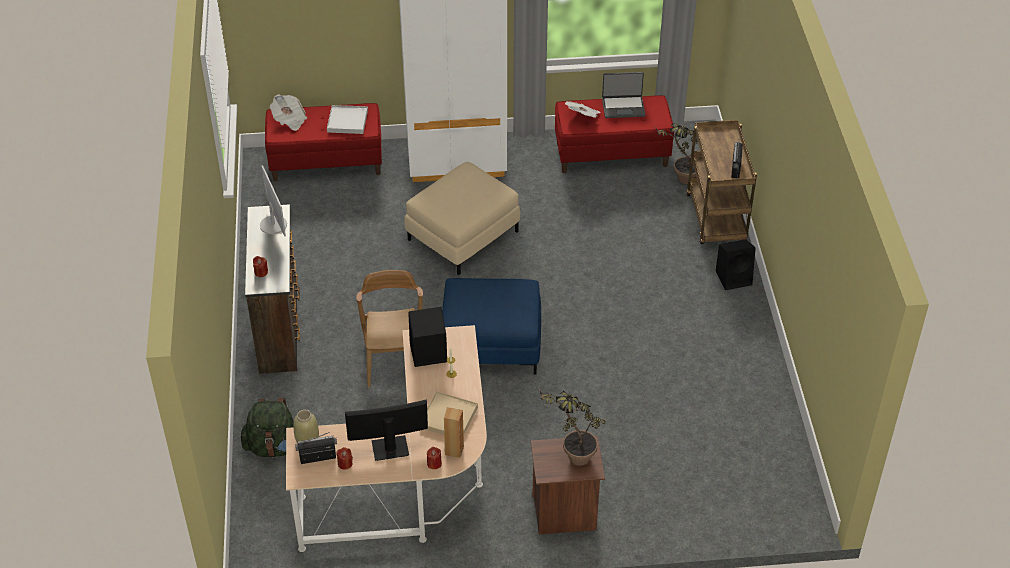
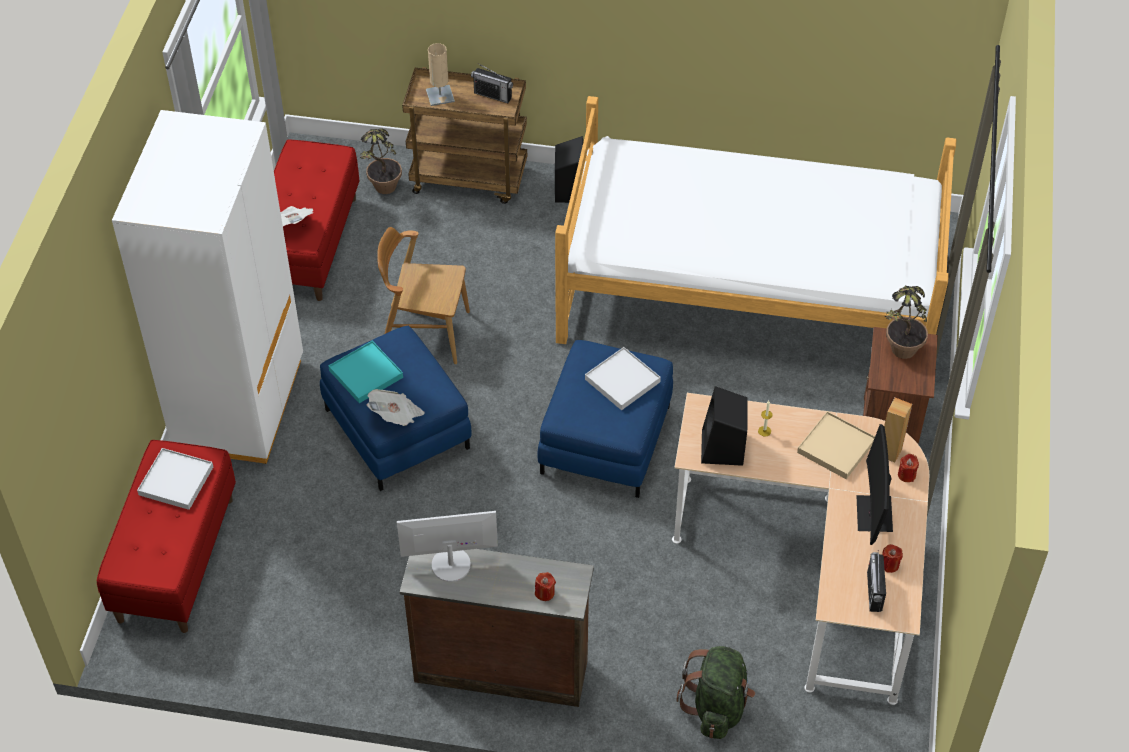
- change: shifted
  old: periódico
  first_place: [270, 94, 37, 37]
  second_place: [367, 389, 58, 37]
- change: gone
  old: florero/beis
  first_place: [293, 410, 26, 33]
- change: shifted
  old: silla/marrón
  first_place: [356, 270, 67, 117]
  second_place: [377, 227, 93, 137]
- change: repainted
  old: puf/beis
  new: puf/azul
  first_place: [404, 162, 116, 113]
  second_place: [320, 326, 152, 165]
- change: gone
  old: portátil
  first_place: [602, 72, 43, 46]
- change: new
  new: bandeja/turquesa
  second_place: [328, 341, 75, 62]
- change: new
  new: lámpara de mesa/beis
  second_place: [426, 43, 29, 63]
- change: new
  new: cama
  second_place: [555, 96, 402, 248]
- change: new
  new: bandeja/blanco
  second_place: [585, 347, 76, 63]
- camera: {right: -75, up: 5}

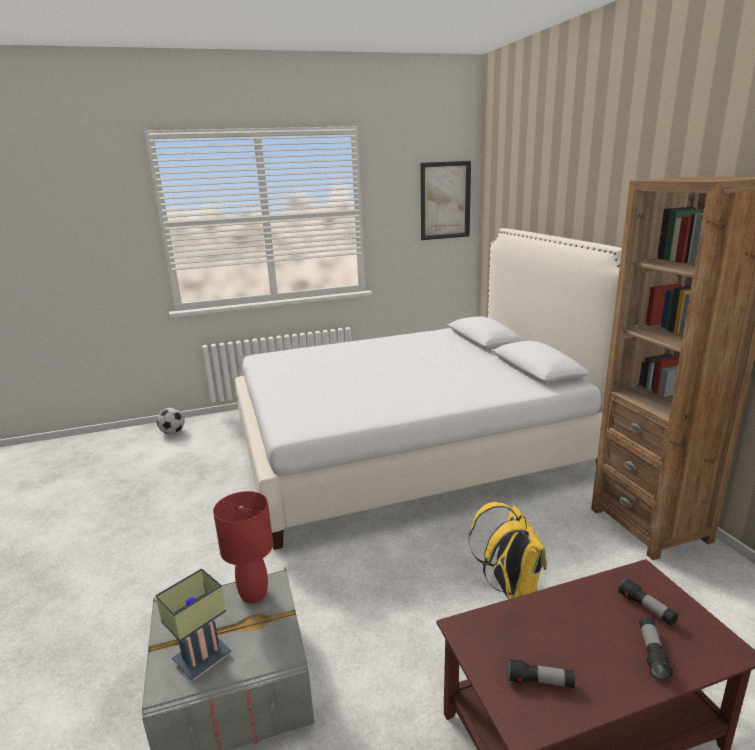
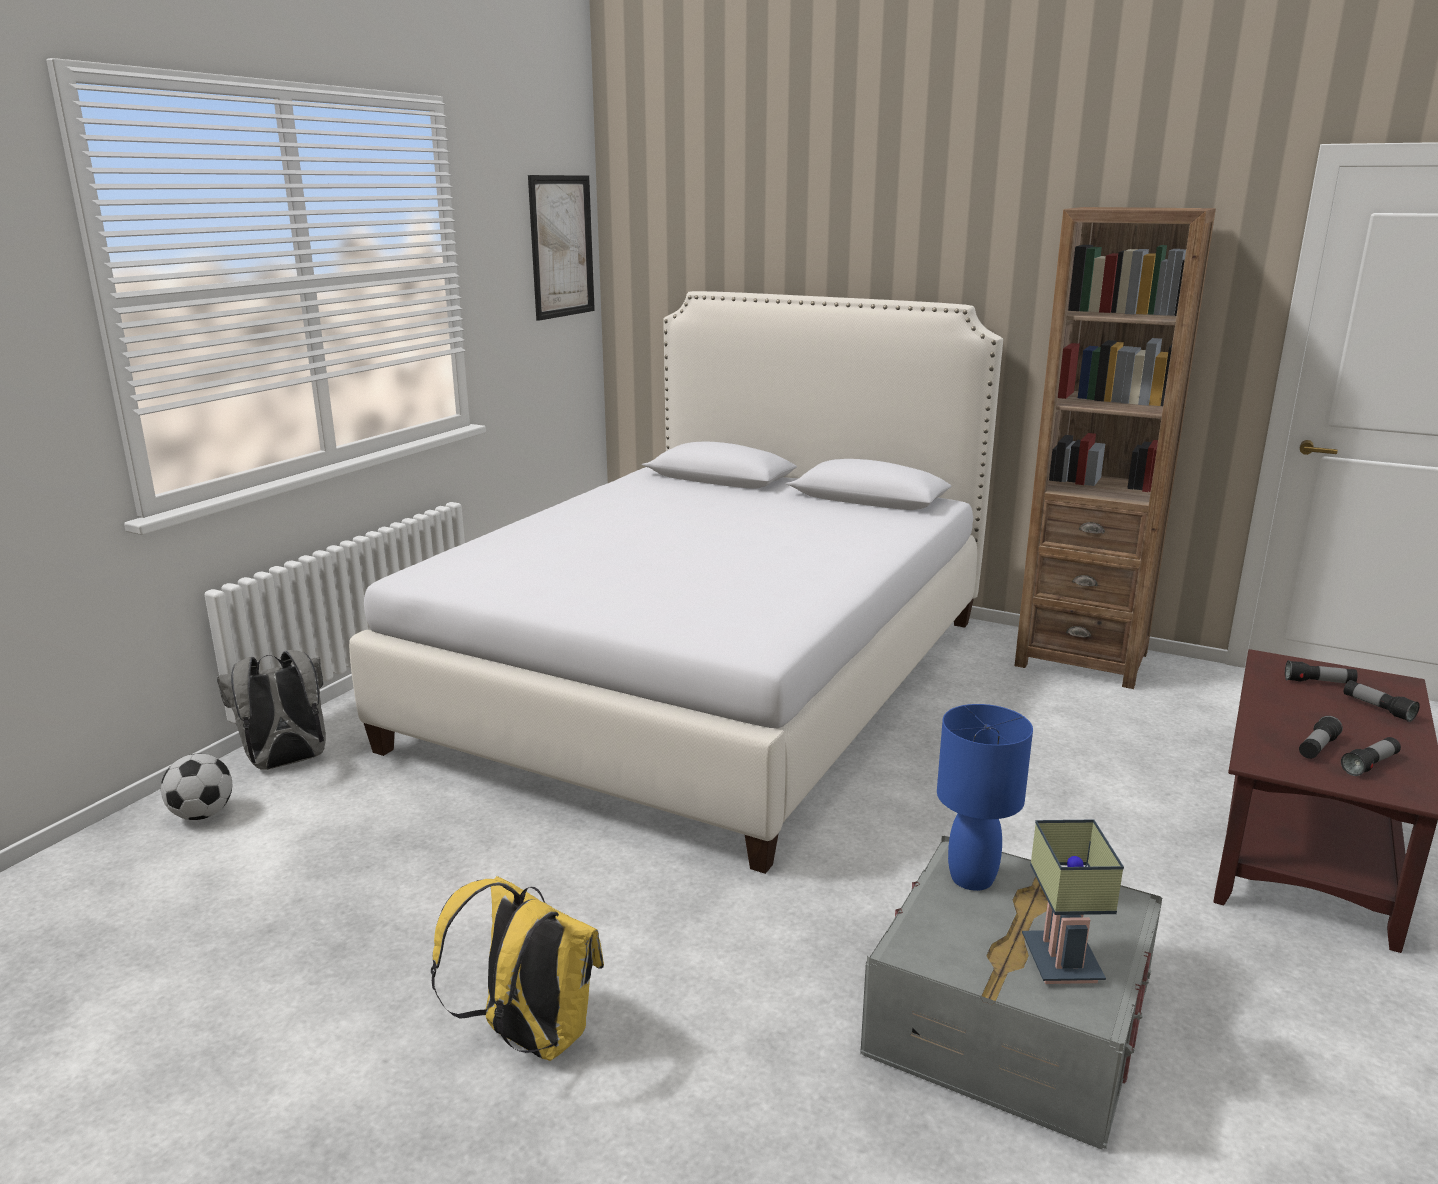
- change: repainted
  old: lámpara de mesa/rojo
  new: lámpara de mesa/azul
  first_place: [213, 491, 60, 112]
  second_place: [937, 704, 96, 187]
- change: shifted
  old: mochila/amarillo
  first_place: [469, 502, 77, 97]
  second_place: [431, 876, 173, 185]
- change: new
  new: mochila/gris
  second_place: [217, 650, 109, 120]
- change: new
  new: linterna
  second_place: [1299, 716, 44, 43]
- camera: {right: -45, up: 0}

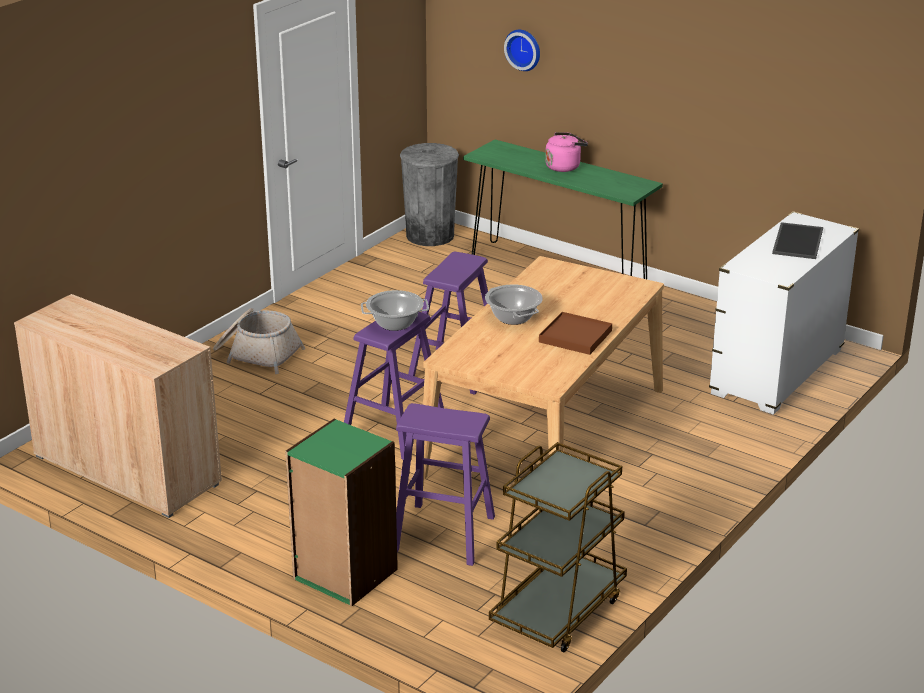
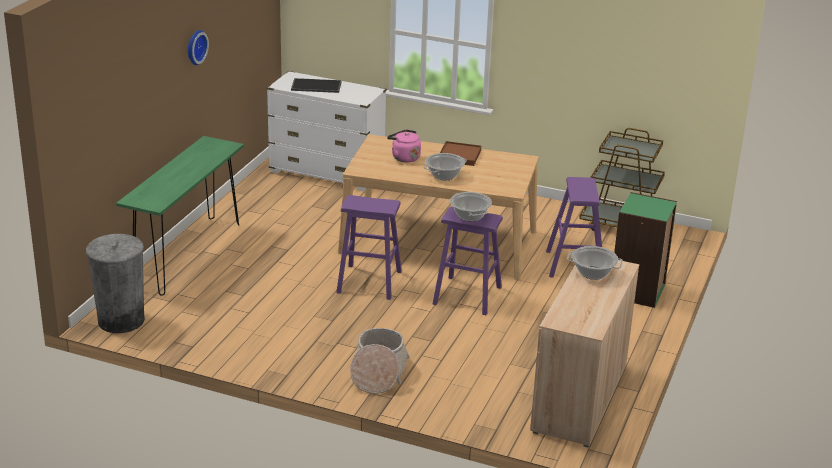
- change: shifted
  old: reloj de pared
  first_place: [504, 30, 36, 41]
  second_place: [188, 30, 21, 35]
- change: shifted
  old: hervidor/rosa
  first_place: [545, 132, 43, 40]
  second_place: [387, 129, 34, 33]
- change: new
  new: olla
  second_place: [567, 246, 56, 34]
- camera: {right: -105, up: 0}

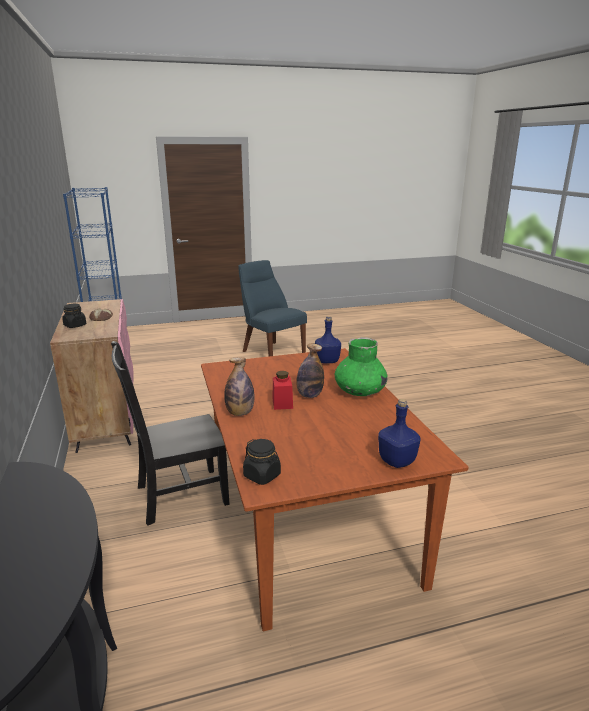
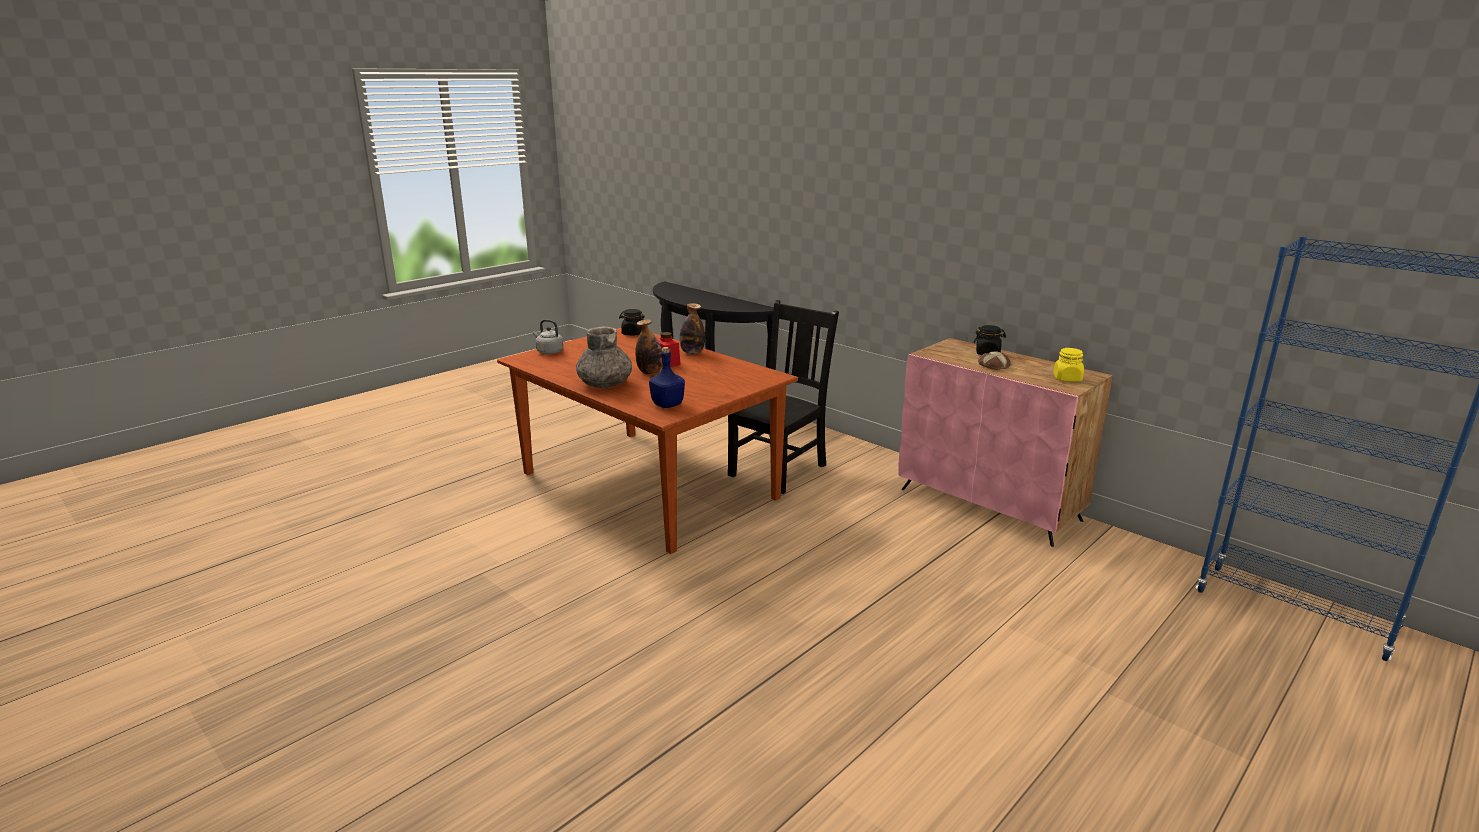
- change: gone
  old: silla/azul
  first_place: [238, 260, 69, 96]
- change: repainted
  old: florero/verde
  new: florero/gris
  first_place: [335, 337, 53, 59]
  second_place: [576, 326, 56, 62]
- change: swapped
  old: botella/azul
  new: hervidor/gris
  first_place: [378, 399, 43, 69]
  second_place: [533, 319, 31, 35]
- change: new
  new: tarro/amarillo
  second_place: [1053, 348, 31, 34]
- camera: {right: 150, up: 0}

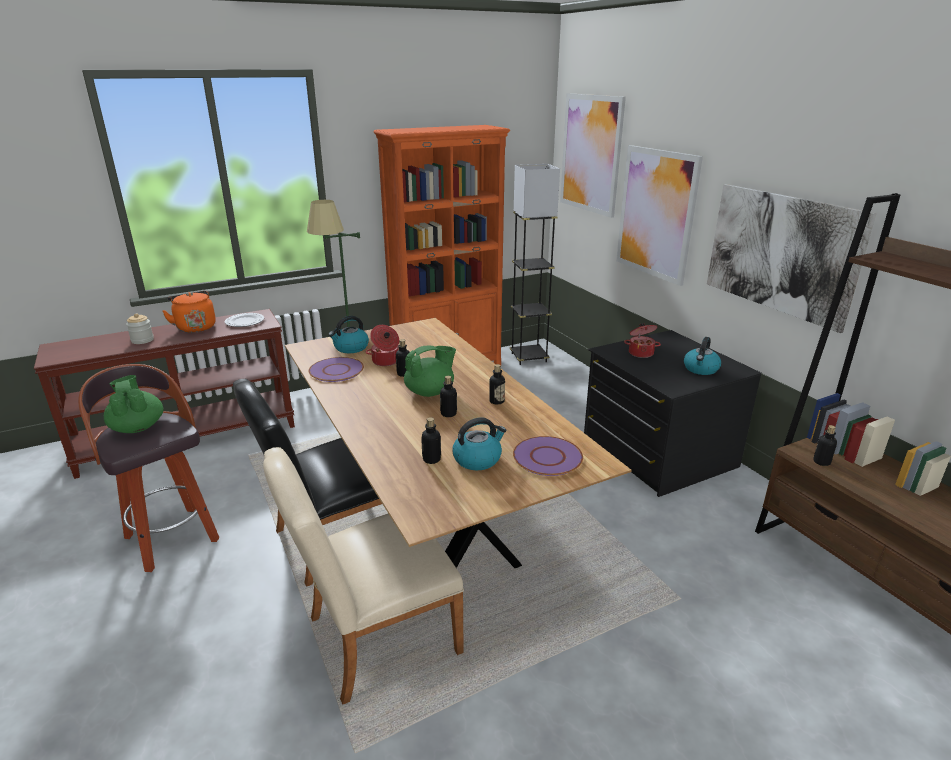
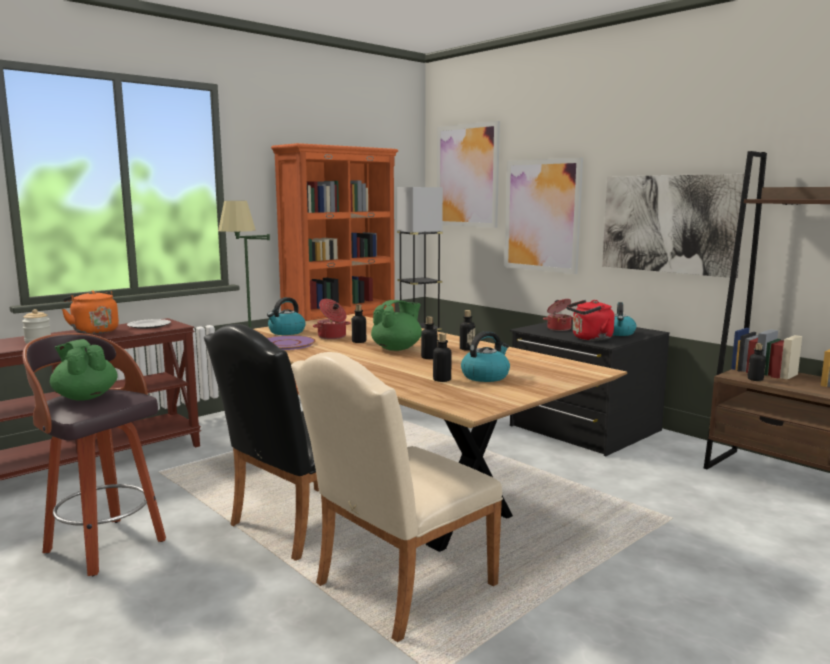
- change: gone
  old: plato/morado
  first_place: [513, 436, 70, 40]
- change: new
  new: hervidor/rojo
  second_place: [566, 300, 49, 41]
- camera: {right: -15, up: -15}

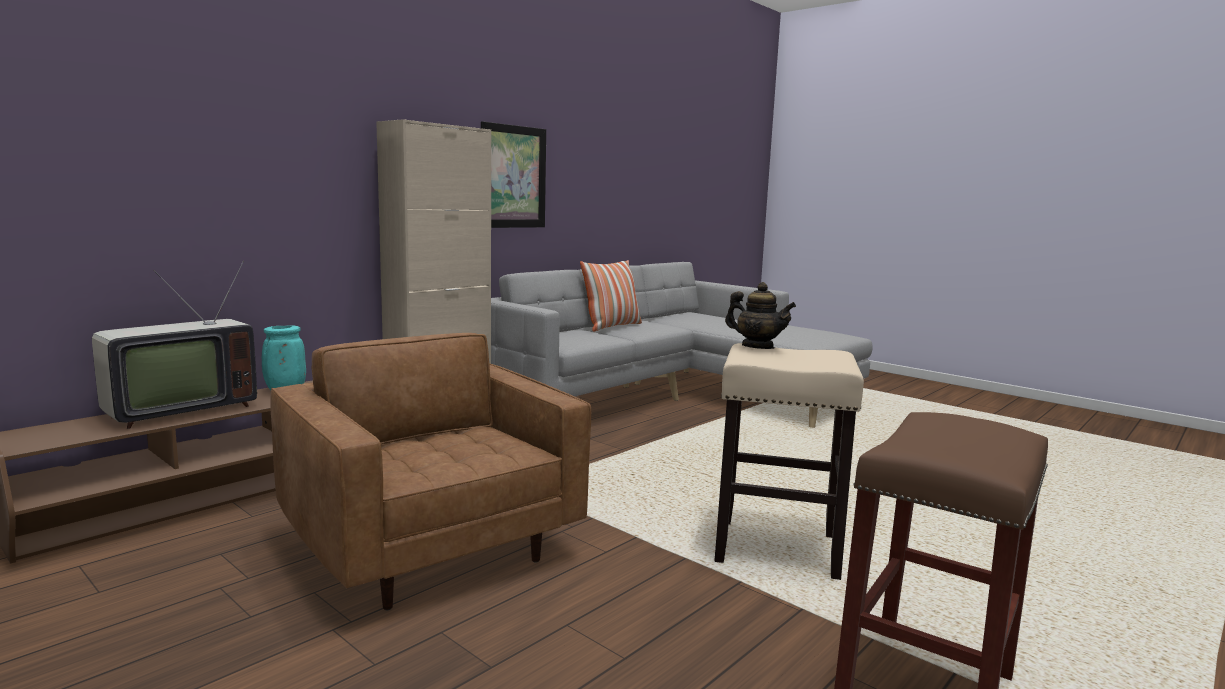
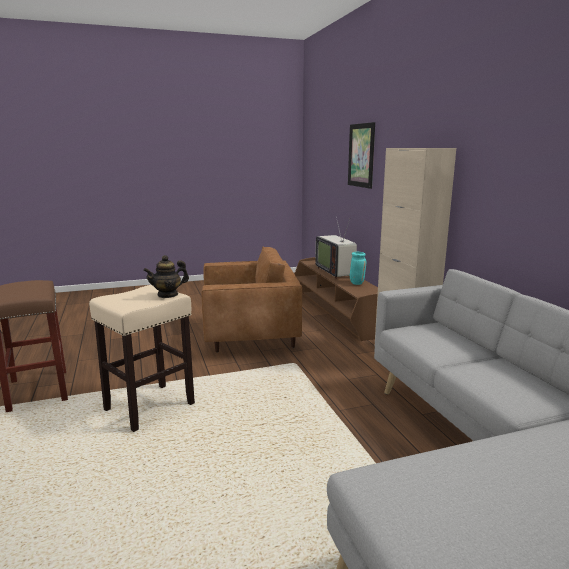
- change: shifted
  old: cuadro
  first_place: [481, 121, 65, 107]
  second_place: [348, 122, 27, 67]
- change: gone
  old: cojín
  first_place: [580, 260, 62, 71]
- camera: {right: 120, up: 5}

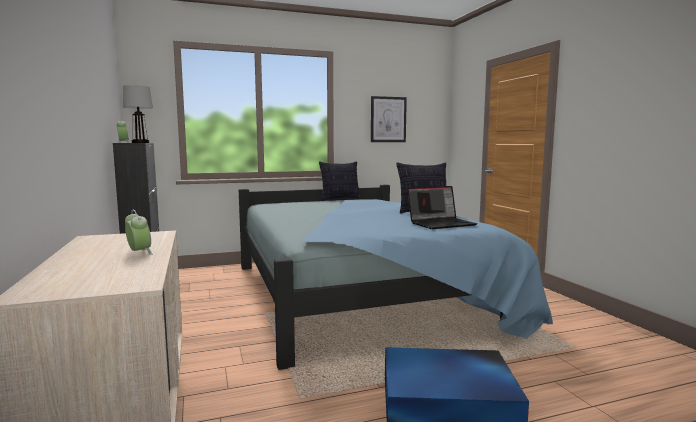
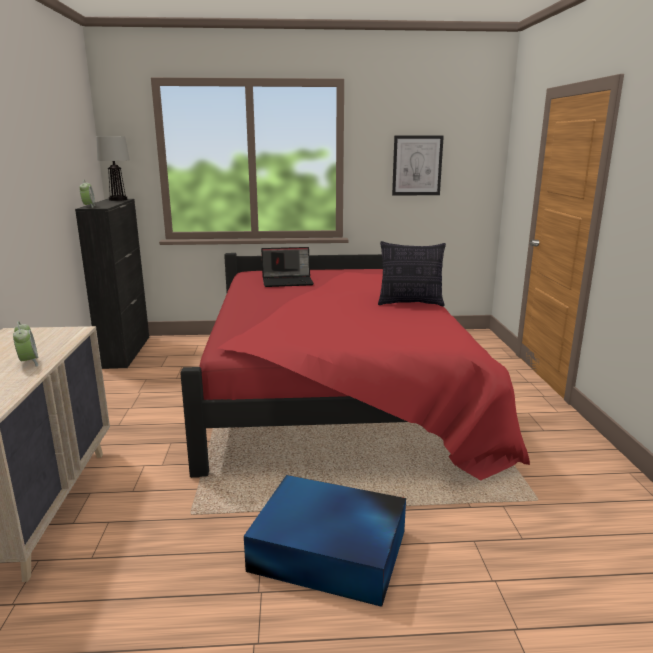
- change: repainted
  old: cama/azul
  new: cama/rojo
  first_place: [239, 185, 314, 185]
  second_place: [180, 253, 350, 227]
- change: gone
  old: cojín
  first_place: [319, 161, 42, 40]
- change: shifted
  old: portátil
  first_place: [407, 186, 70, 43]
  second_place: [261, 247, 53, 40]
- camera: {right: 15, up: 10}

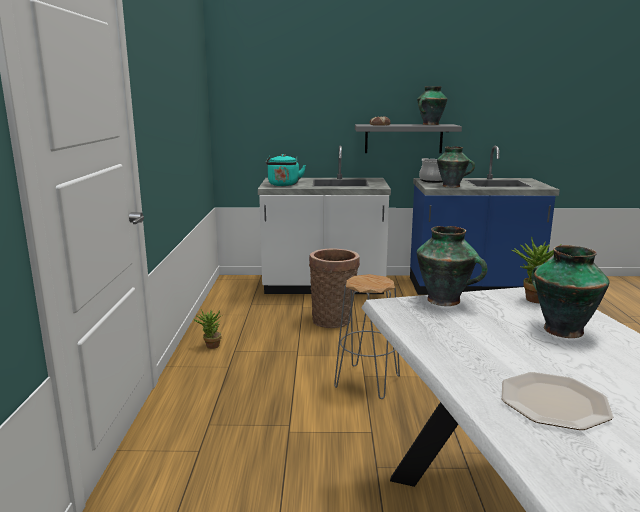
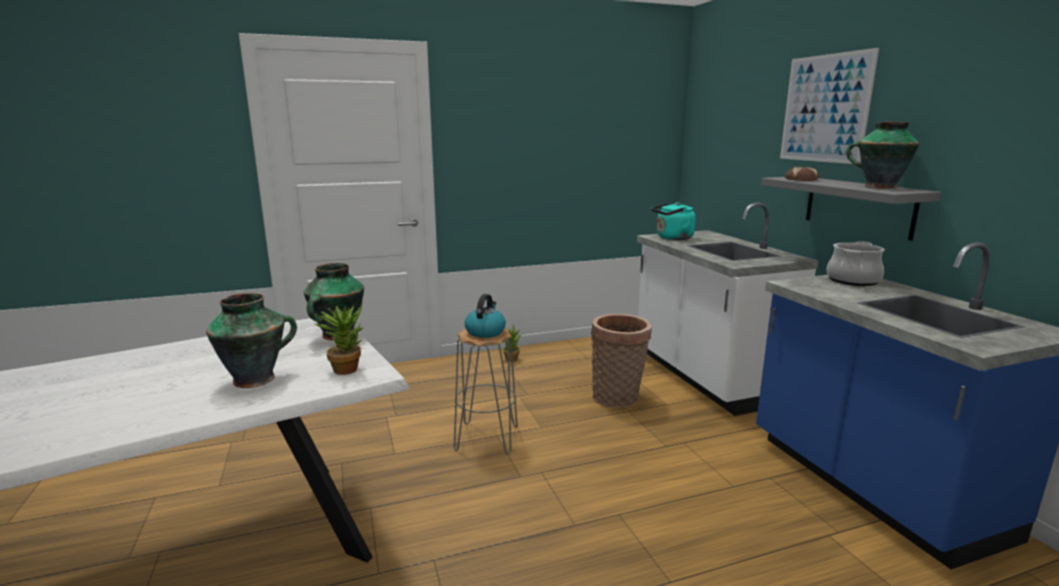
- change: gone
  old: florero
  first_place: [437, 146, 38, 42]
- change: gone
  old: plato
  first_place: [502, 372, 111, 58]
- change: new
  new: hervidor
  second_place: [465, 294, 41, 44]
- change: new
  new: cuadro
  second_place: [780, 48, 99, 116]
- camera: {right: 70, up: 0}

